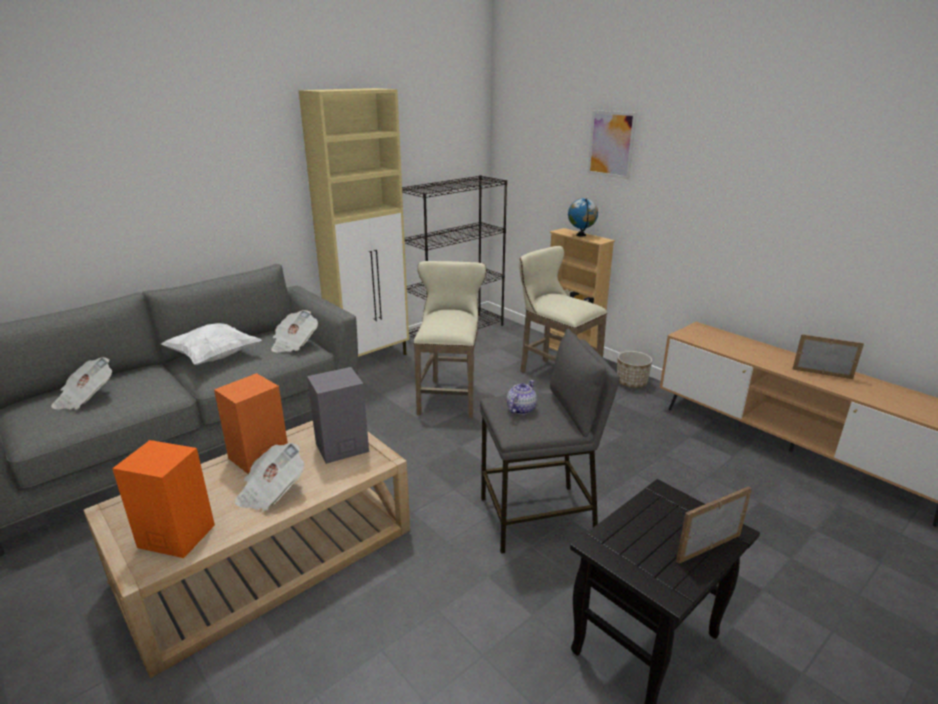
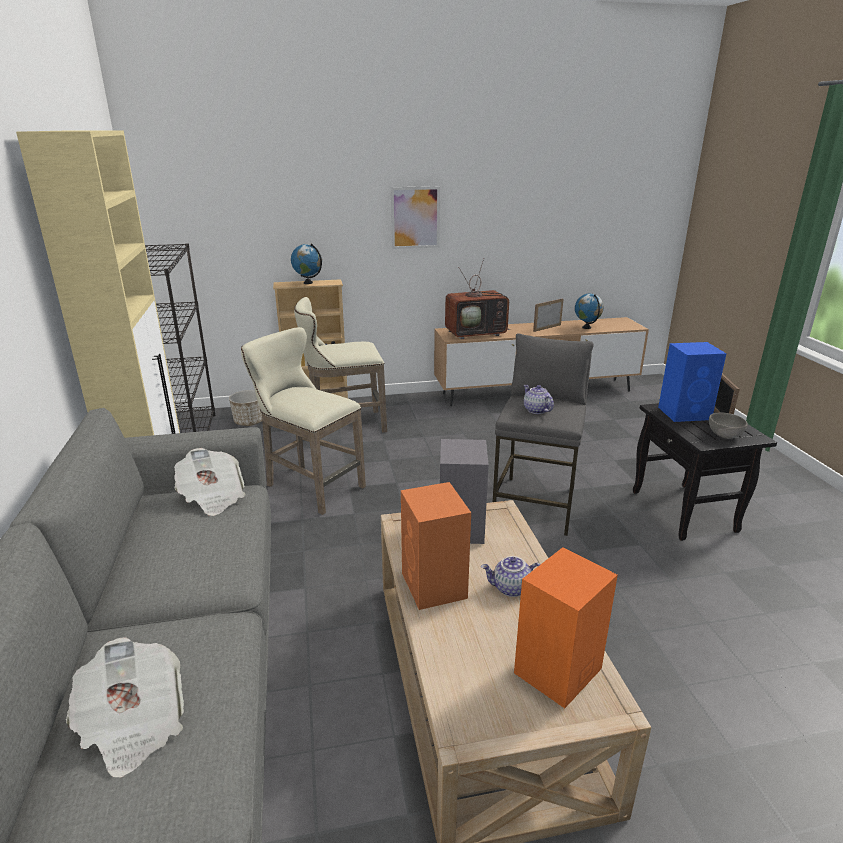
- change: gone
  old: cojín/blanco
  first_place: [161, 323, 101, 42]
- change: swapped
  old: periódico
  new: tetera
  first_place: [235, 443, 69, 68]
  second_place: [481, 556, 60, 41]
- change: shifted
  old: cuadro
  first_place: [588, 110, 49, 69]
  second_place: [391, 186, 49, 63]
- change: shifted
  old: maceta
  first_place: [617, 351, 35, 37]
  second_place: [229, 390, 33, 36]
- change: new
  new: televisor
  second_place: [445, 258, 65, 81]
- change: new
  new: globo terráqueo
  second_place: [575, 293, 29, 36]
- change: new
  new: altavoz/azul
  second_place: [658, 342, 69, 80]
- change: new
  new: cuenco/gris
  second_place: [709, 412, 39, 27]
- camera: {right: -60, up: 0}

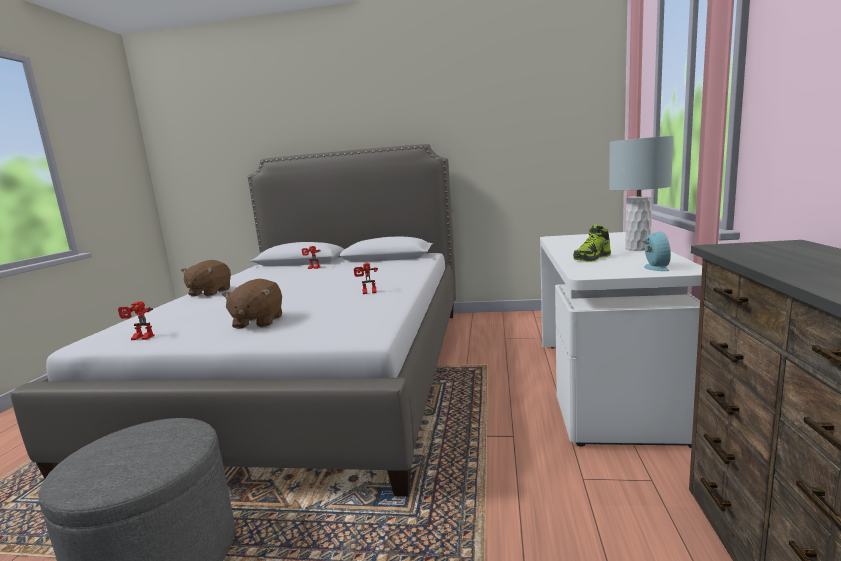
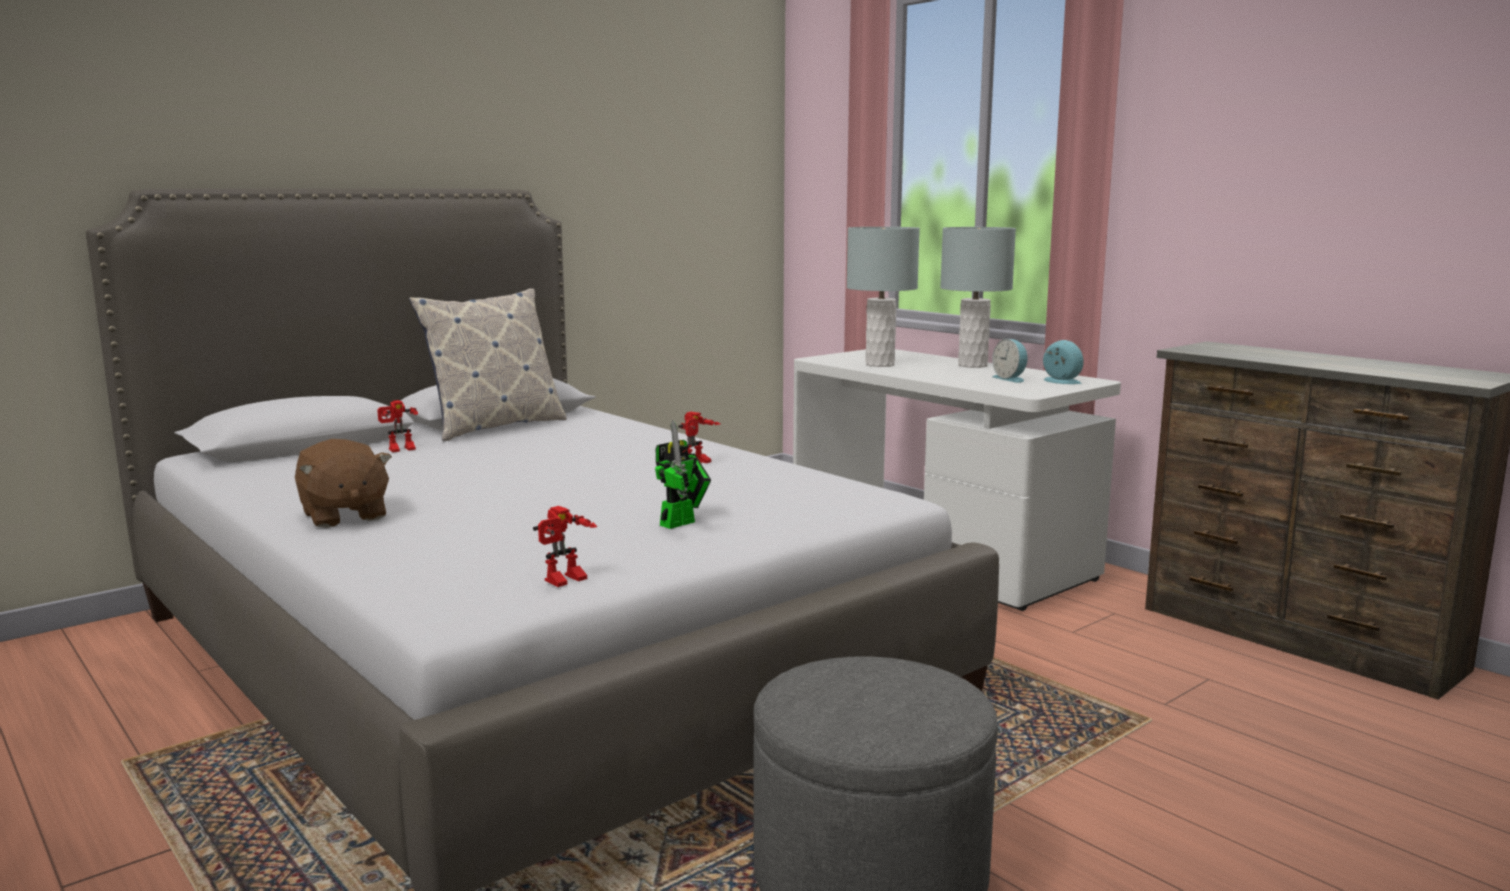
- change: swapped
  old: peluche/marrón
  new: robot de juguete
  first_place: [222, 279, 60, 50]
  second_place: [655, 420, 56, 109]
- change: gone
  old: zapato
  first_place: [573, 225, 38, 37]
- change: new
  new: cojín
  second_place: [409, 288, 158, 153]
- change: new
  new: lámpara de mesa/gris
  second_place: [847, 227, 73, 140]
- change: new
  new: despertador
  second_place: [992, 339, 35, 44]
- camera: {right: -50, up: 0}

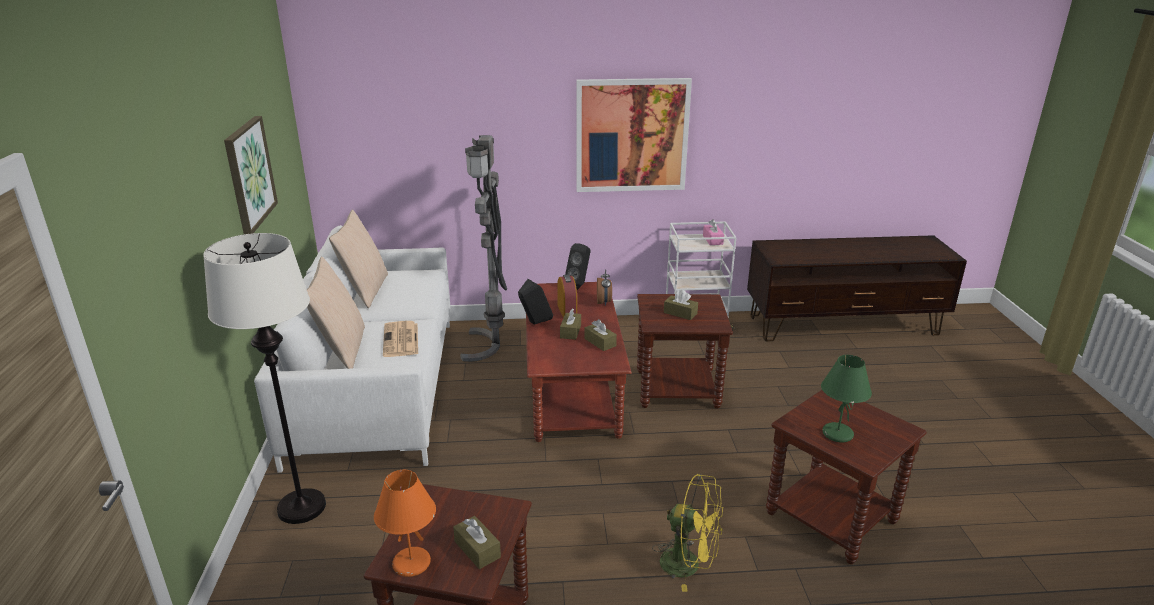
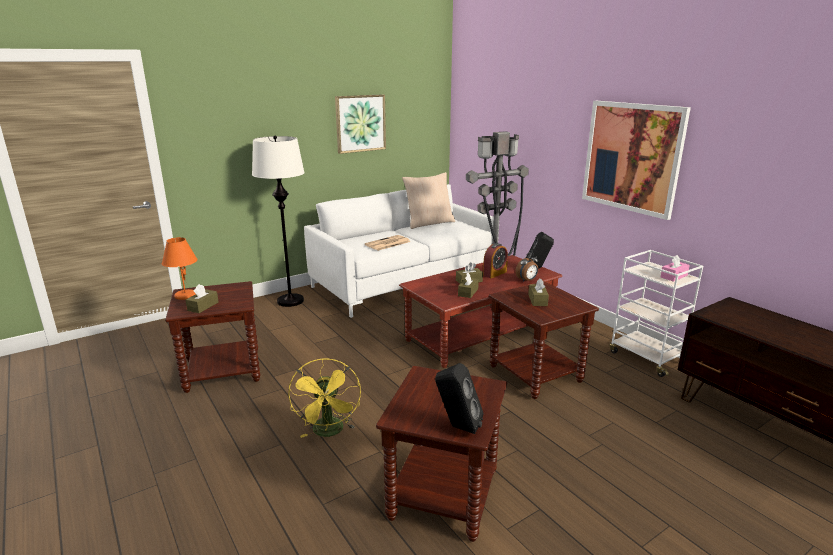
- change: gone
  old: cojín/beis
  first_place: [307, 256, 58, 113]
- change: shifted
  old: altavoz/negro
  first_place: [518, 279, 35, 46]
  second_place: [435, 363, 48, 71]
- change: gone
  old: lámpara de mesa/verde
  first_place: [821, 355, 51, 87]
- camera: {right: 60, up: -5}

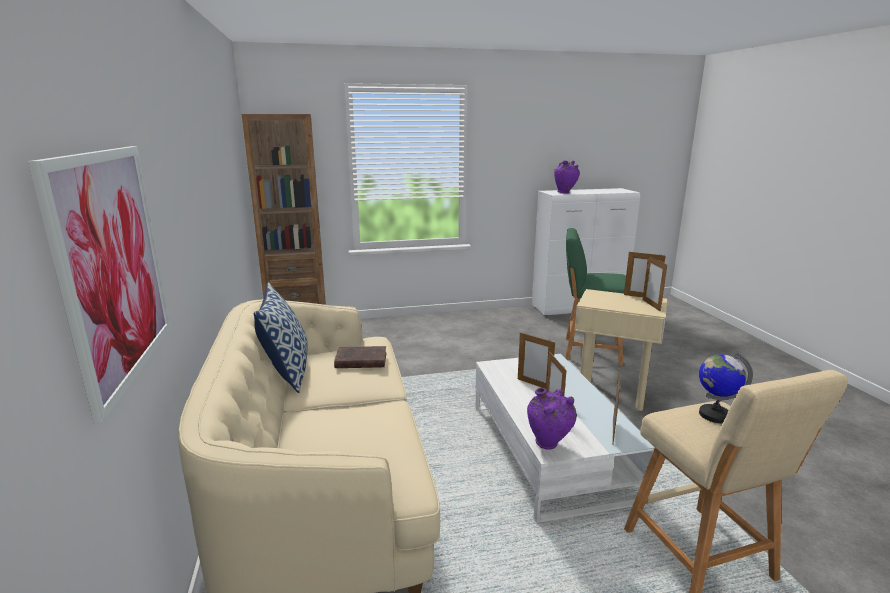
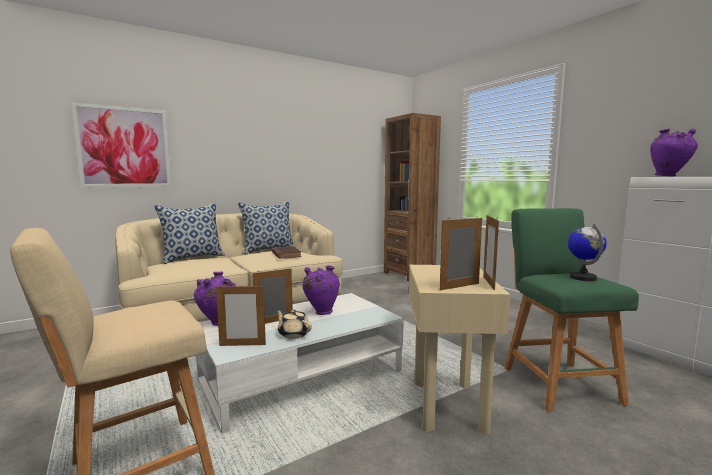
- change: swapped
  old: portarretratos
  new: florero/morado
  first_place: [518, 332, 37, 57]
  second_place: [302, 265, 38, 50]
- change: shifted
  old: globo terráqueo
  first_place: [699, 353, 54, 70]
  second_place: [568, 224, 39, 57]
- change: new
  new: cojín
  second_place: [154, 203, 71, 61]
- change: new
  new: tetera/beis
  second_place: [276, 309, 36, 30]
- camera: {right: 70, up: -10}

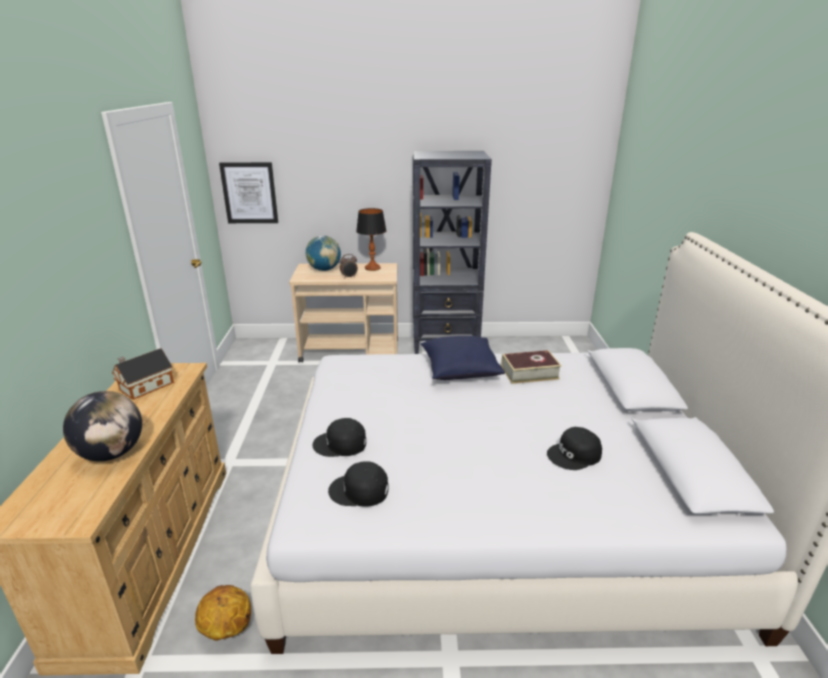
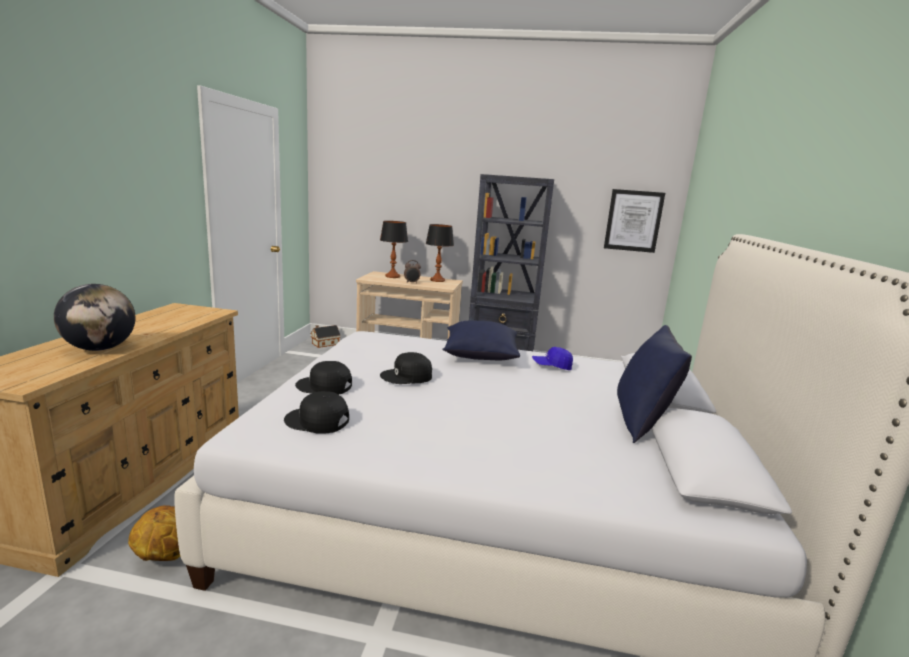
- change: shifted
  old: casita
  first_place: [112, 348, 62, 52]
  second_place: [311, 325, 30, 23]
- change: shifted
  old: cuadro
  first_place: [219, 162, 59, 61]
  second_place: [604, 189, 61, 64]
- change: swapped
  old: globo terráqueo
  new: lámpara de mesa
  first_place: [306, 236, 35, 35]
  second_place: [380, 221, 28, 57]
- change: swapped
  old: libro
  new: gorra/azul
  first_place: [501, 350, 61, 34]
  second_place: [532, 347, 41, 23]
- change: shifted
  old: gorra/negro
  first_place: [547, 427, 55, 43]
  second_place: [380, 352, 52, 32]
- change: new
  new: cojín/azul
  second_place: [617, 325, 75, 118]
- camera: {right: 10, up: -10}

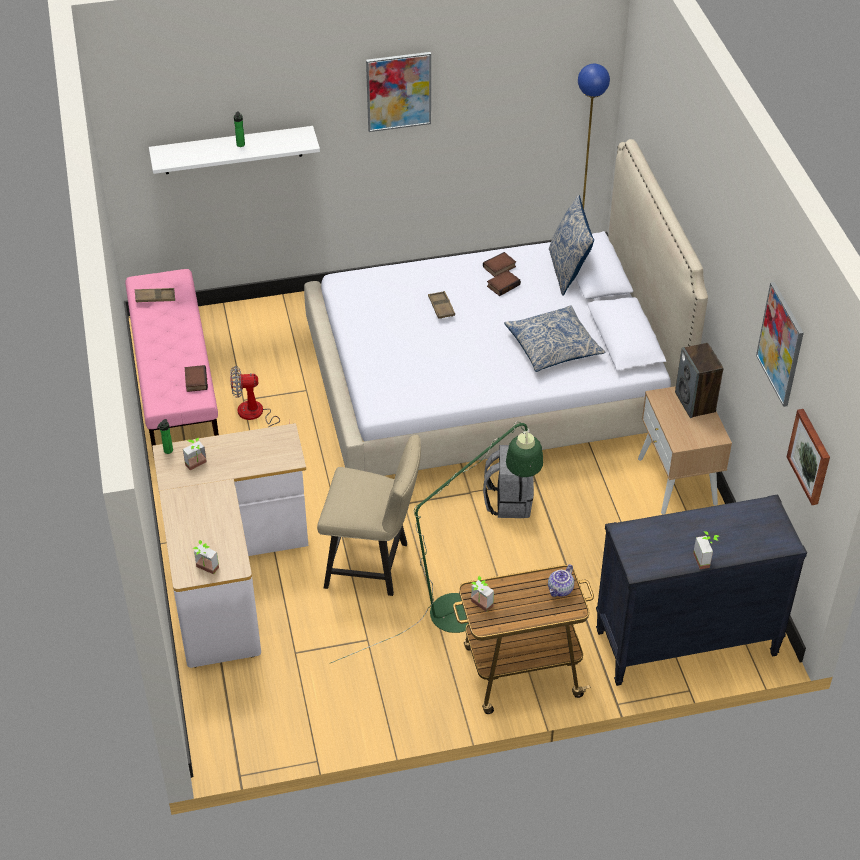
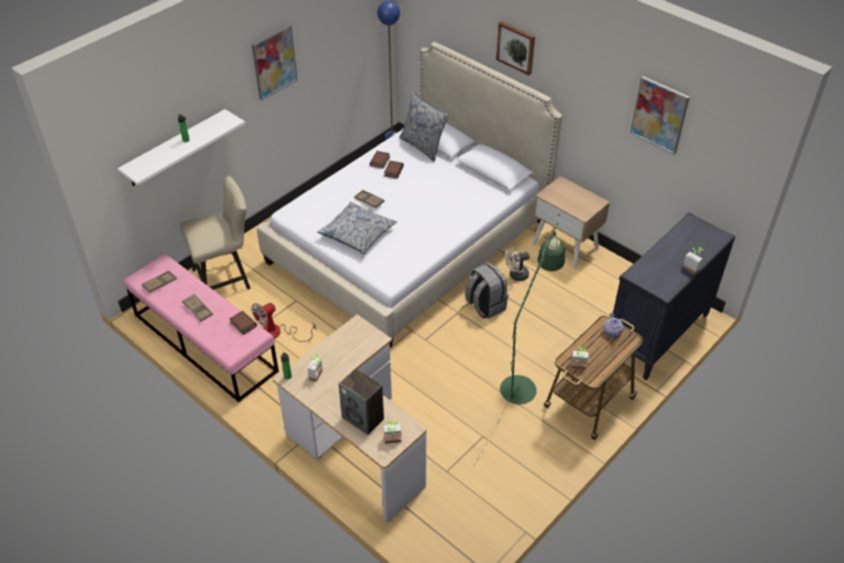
- change: shifted
  old: silla/beis
  first_place: [317, 435, 104, 161]
  second_place: [180, 175, 71, 115]
- change: shifted
  old: cojín
  first_place: [504, 305, 102, 67]
  second_place: [317, 202, 80, 52]
- change: shifted
  old: altavoz
  first_place: [675, 343, 49, 75]
  second_place: [339, 369, 45, 66]
- change: shifted
  old: cuadro
  first_place: [787, 409, 43, 96]
  second_place: [496, 21, 39, 54]
- change: new
  new: bandeja/marrón
  second_place: [182, 294, 31, 28]
- change: new
  new: ventilador/beis
  second_place: [505, 247, 25, 34]
- camera: {right: -35, up: 0}

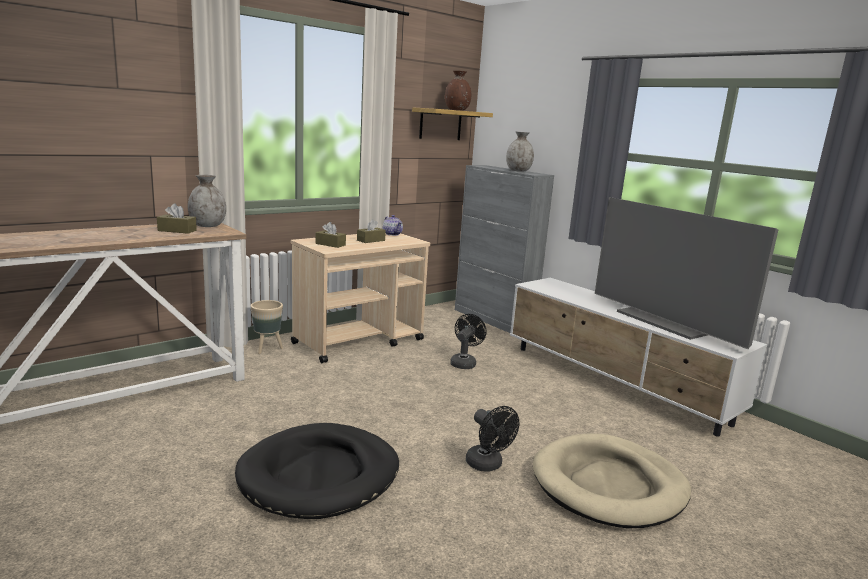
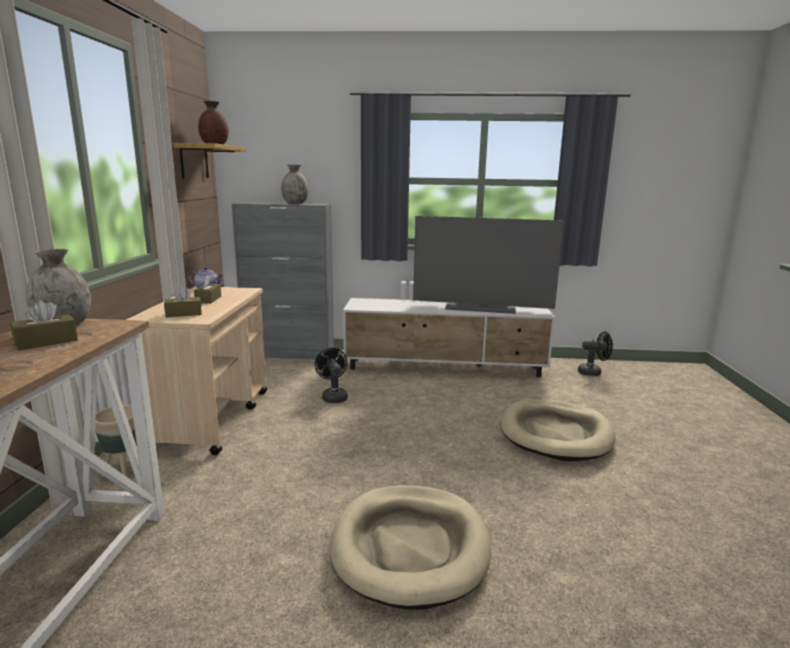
- change: repainted
  old: cama para perro/negro
  new: cama para perro/beis
  first_place: [235, 423, 164, 96]
  second_place: [330, 485, 161, 125]
- change: shifted
  old: ventilador/negro
  first_place: [466, 406, 53, 66]
  second_place: [578, 332, 35, 44]
- camera: {right: -45, up: 0}

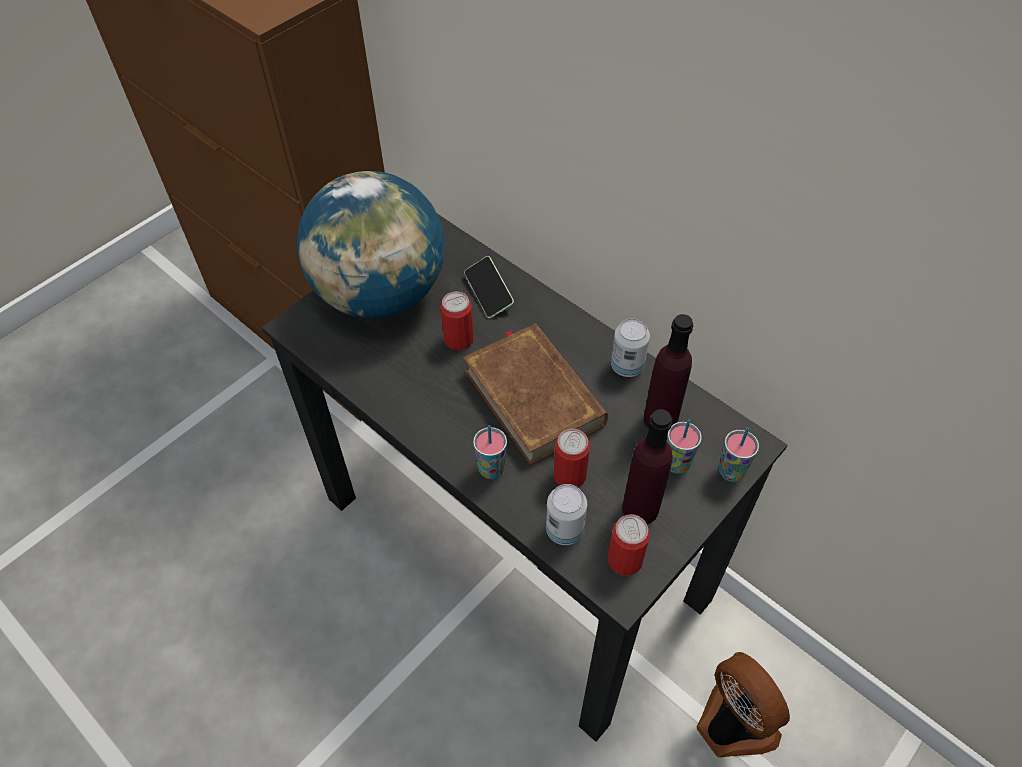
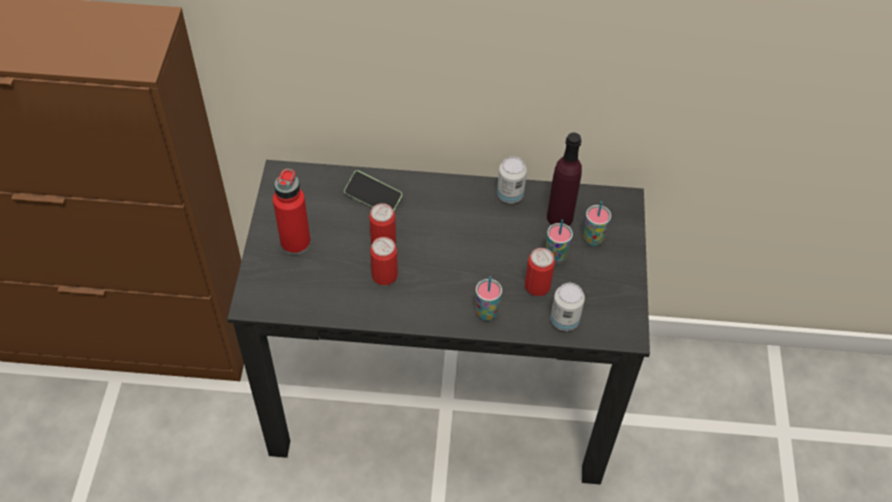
- change: swapped
  old: globo terráqueo
  new: botella/rojo
  first_place: [297, 171, 148, 148]
  second_place: [273, 168, 38, 87]
- change: gone
  old: libro/marrón
  first_place: [463, 324, 145, 141]
- change: shifted
  old: lata
  first_place: [608, 514, 42, 62]
  second_place: [370, 237, 28, 49]
- change: gone
  old: botella/morado
  first_place: [622, 409, 50, 115]
- change: gone
  old: ventilador
  first_place: [697, 652, 93, 106]
- change: shifted
  old: taza
  first_place: [718, 427, 41, 55]
  second_place: [546, 219, 27, 45]
- camera: {right: -40, up: 0}

